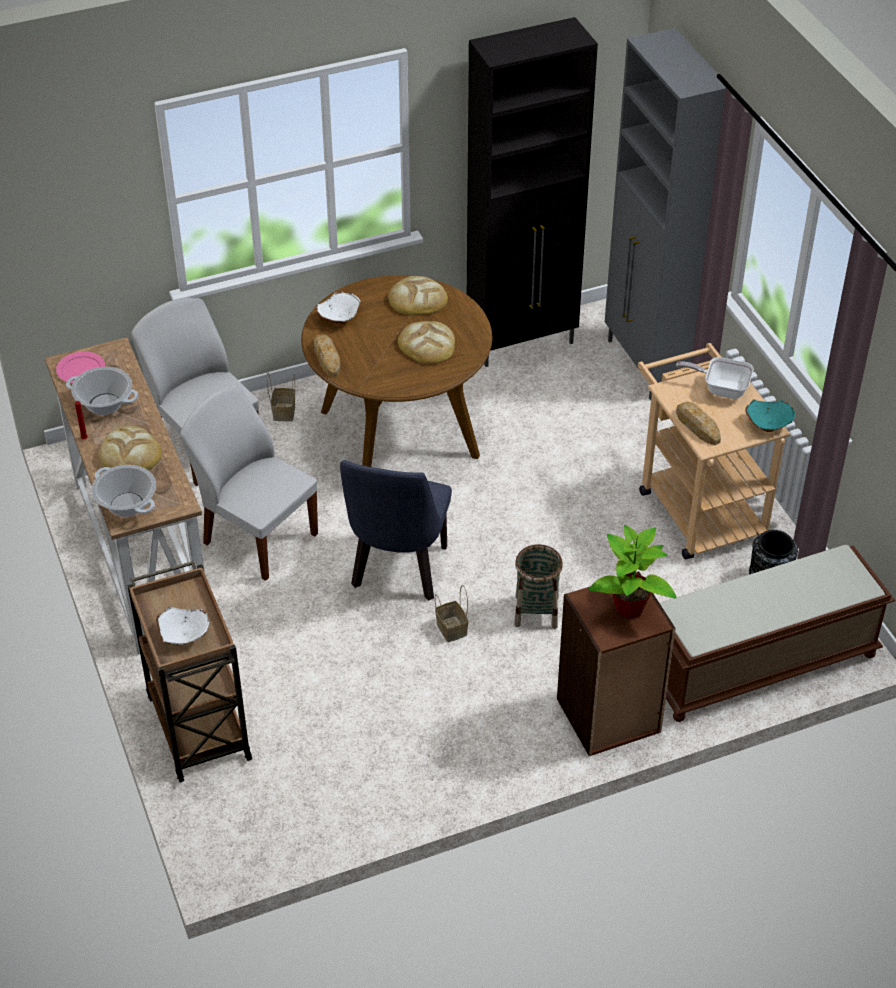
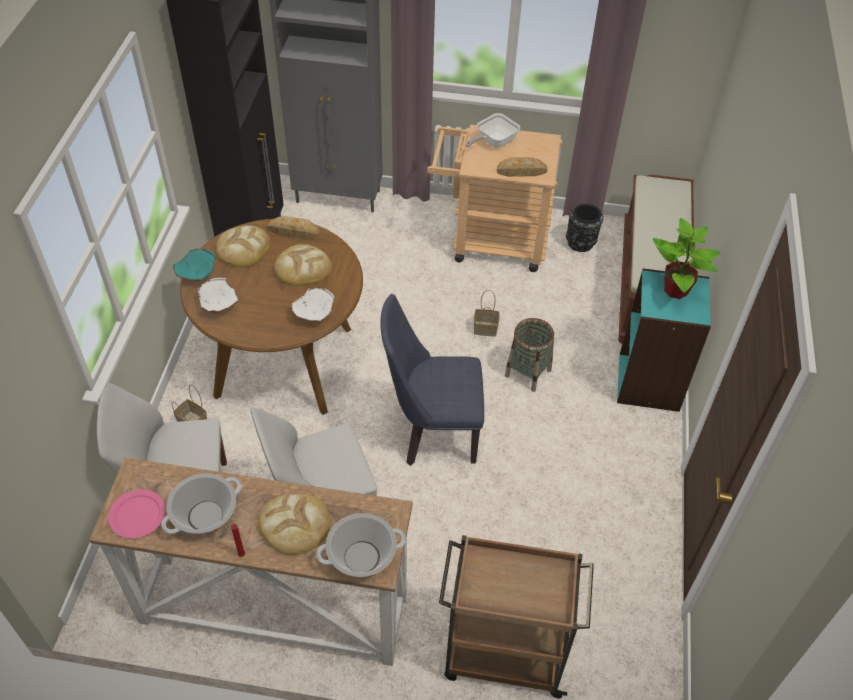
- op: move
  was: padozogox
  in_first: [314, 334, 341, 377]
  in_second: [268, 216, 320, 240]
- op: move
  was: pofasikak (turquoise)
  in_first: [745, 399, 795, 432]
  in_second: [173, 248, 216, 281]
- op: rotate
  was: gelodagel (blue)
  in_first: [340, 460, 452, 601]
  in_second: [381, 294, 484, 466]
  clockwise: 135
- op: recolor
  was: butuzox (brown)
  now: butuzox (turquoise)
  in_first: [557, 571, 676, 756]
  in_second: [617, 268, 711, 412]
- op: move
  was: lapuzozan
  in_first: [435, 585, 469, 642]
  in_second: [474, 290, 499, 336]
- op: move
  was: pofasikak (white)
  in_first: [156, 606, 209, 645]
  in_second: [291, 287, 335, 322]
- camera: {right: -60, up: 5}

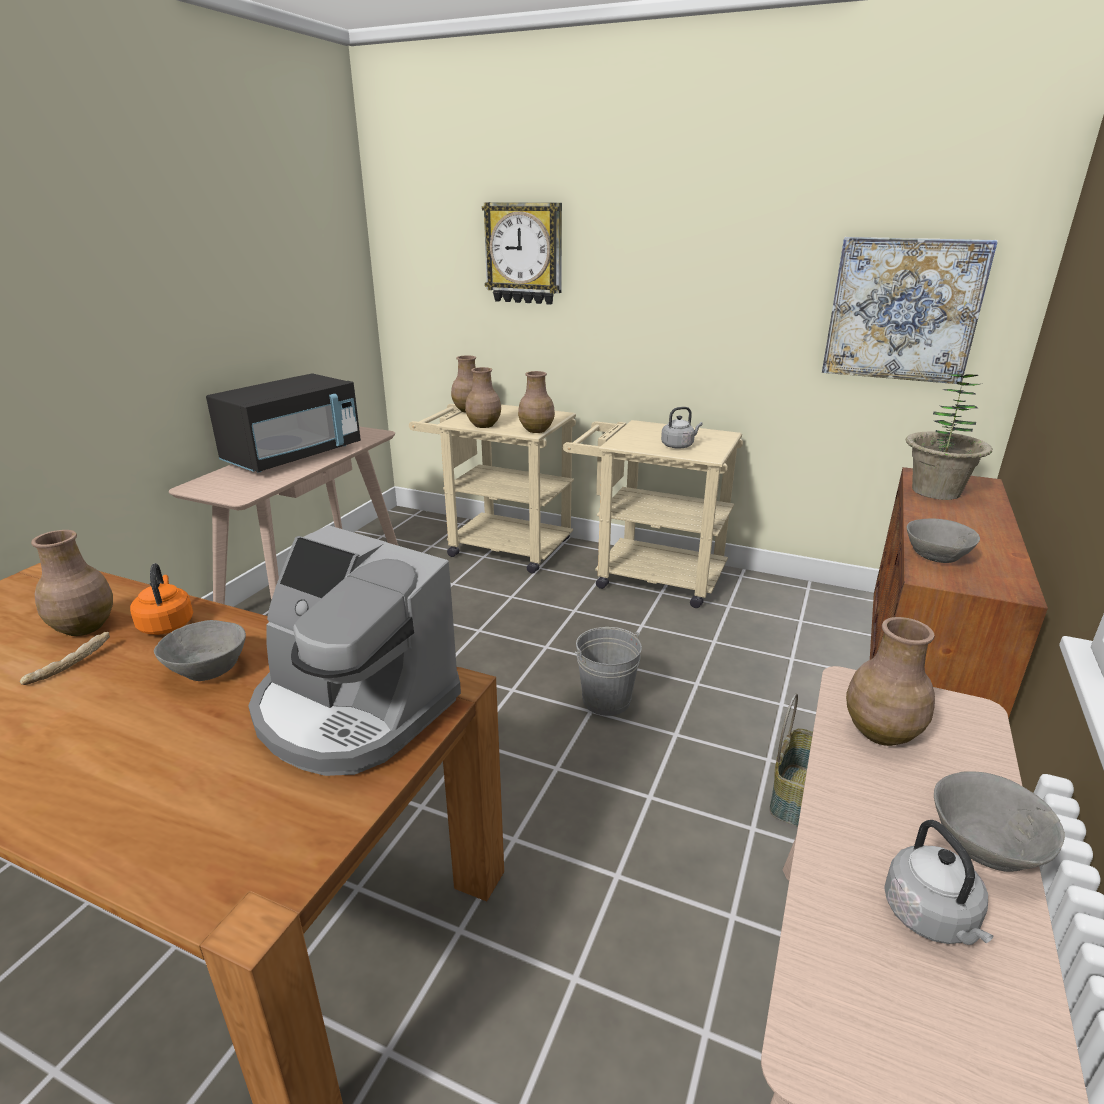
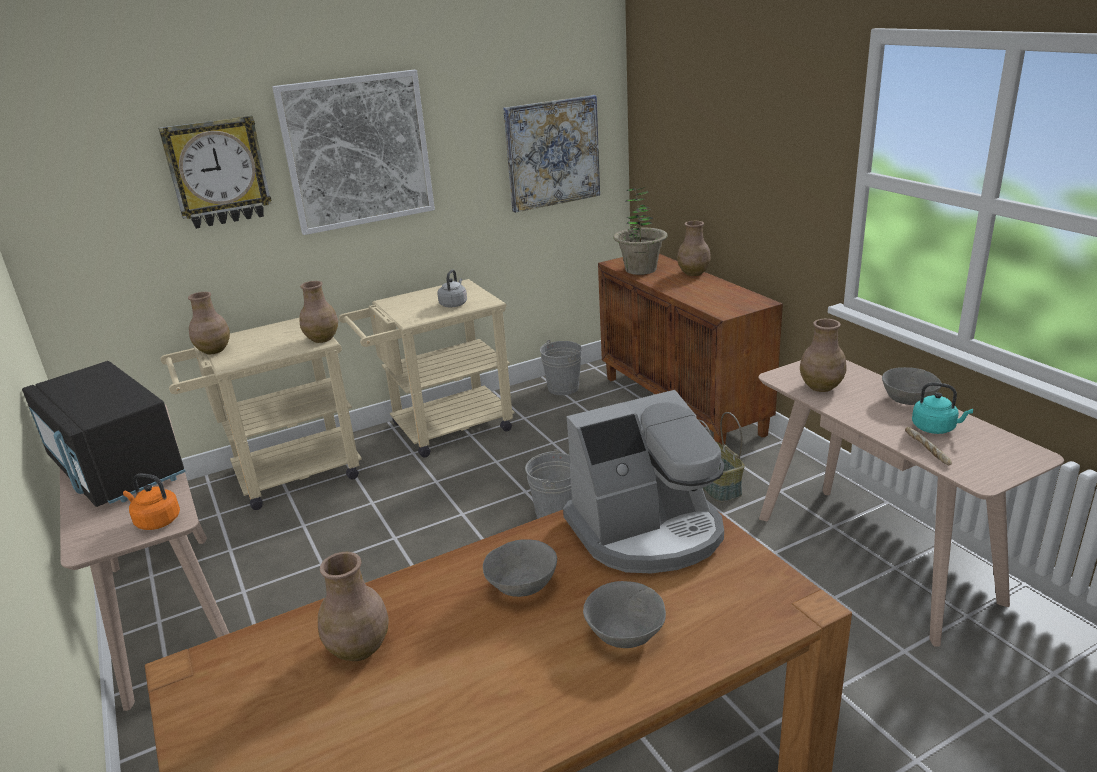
- op: move
  was: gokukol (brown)
  in_first: [465, 367, 501, 428]
  in_second: [677, 221, 711, 276]
- op: rotate
  was: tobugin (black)
  in_first: [206, 373, 361, 472]
  in_second: [22, 361, 186, 507]
  clockwise: 150
- op: move
  was: pofasikak (grey)
  in_first: [907, 519, 980, 563]
  in_second: [583, 581, 666, 648]
- op: move
  was: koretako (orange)
  in_first: [130, 563, 193, 635]
  in_second: [123, 474, 180, 530]
- op: move
  was: padozogox
  in_first: [19, 632, 110, 685]
  in_second: [905, 427, 952, 465]
- op: recolor
  was: koretako (grey)
  now: koretako (turquoise)
  in_first: [884, 820, 994, 945]
  in_second: [912, 382, 973, 434]
- op: insert
  now: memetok
  in_second: [272, 70, 435, 235]
- op: insert
  now: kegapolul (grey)
  in_second: [540, 340, 582, 395]
- camera: {right: -50, up: 0}

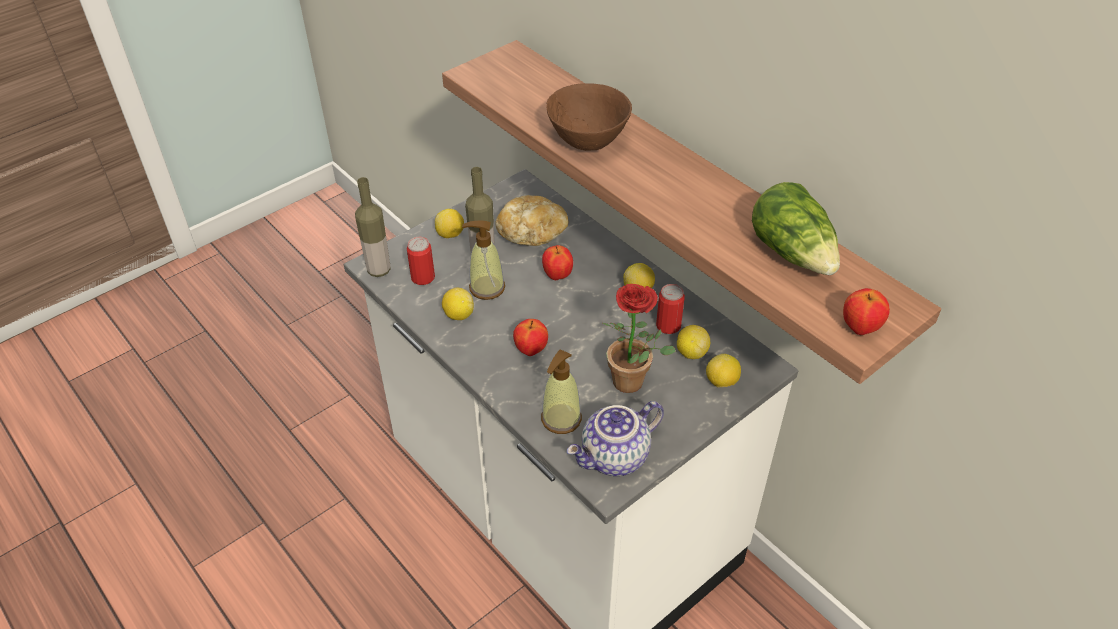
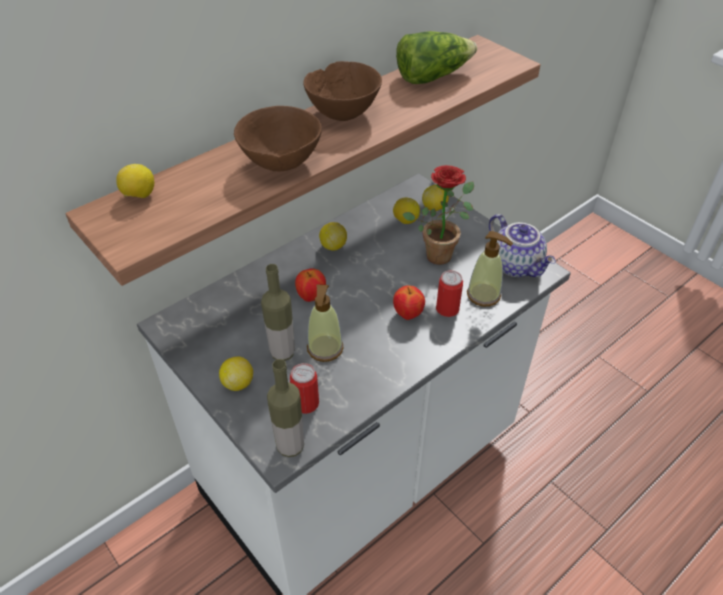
- op: delete
  was: padozogox
  in_first: [495, 195, 568, 246]
- op: move
  was: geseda
  in_first: [656, 284, 685, 334]
  in_second: [436, 270, 463, 317]
- op: move
  was: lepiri
  in_first: [442, 288, 474, 320]
  in_second: [116, 164, 154, 198]
- op: delete
  was: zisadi
  in_first: [843, 288, 890, 335]
- op: insert
  now: pofasikak (brown)
  in_second: [303, 61, 382, 121]
- camera: {right: -90, up: 0}

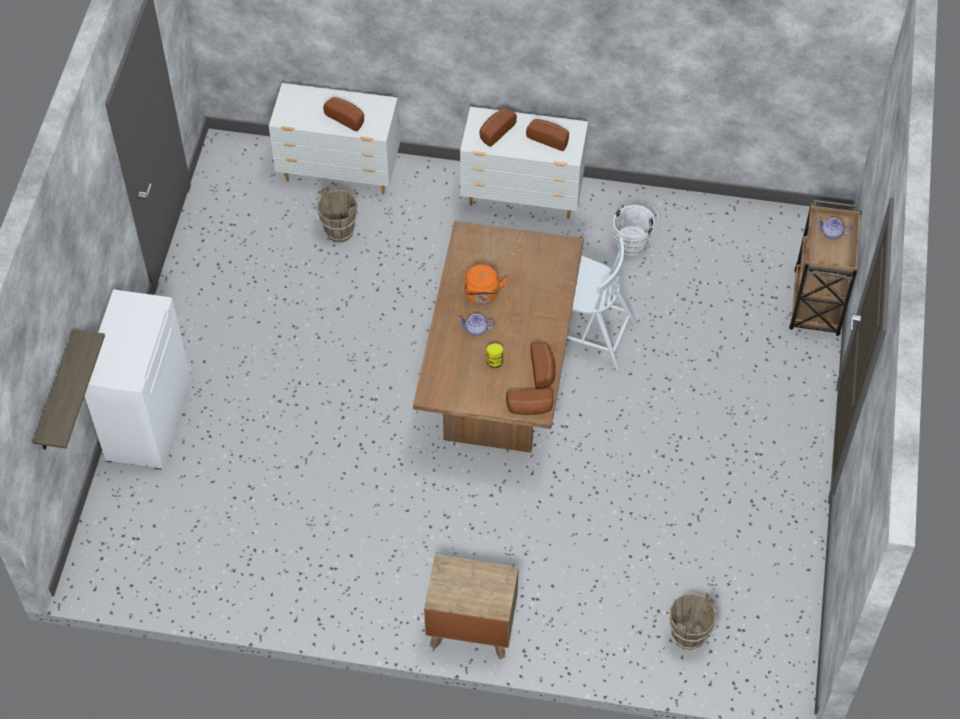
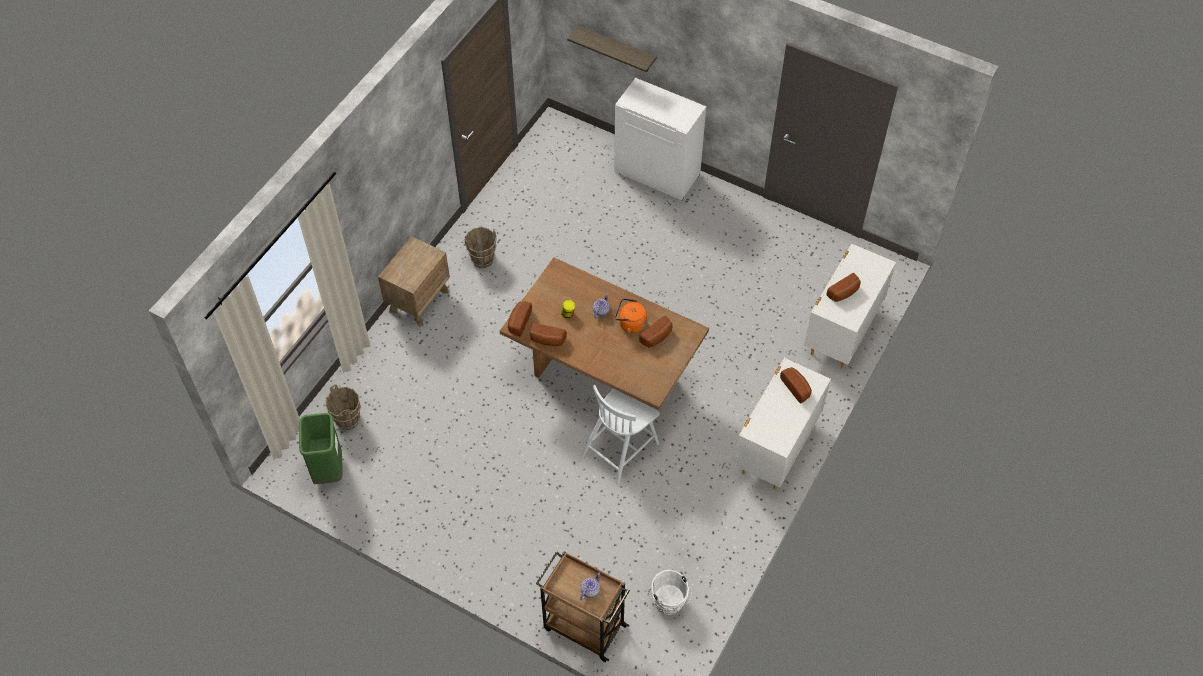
- op: move
  was: padozogox
  in_first: [526, 119, 569, 151]
  in_second: [639, 316, 672, 348]
- op: move
  was: kegapolul (brown)
  in_first: [317, 186, 358, 243]
  in_second: [465, 227, 497, 268]
- op: move
  was: kegapolul (white)
  in_first: [613, 201, 658, 257]
  in_second: [652, 570, 692, 615]
- op: insert
  now: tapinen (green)
  in_second: [299, 413, 343, 484]
- camera: {right: 110, up: 0}

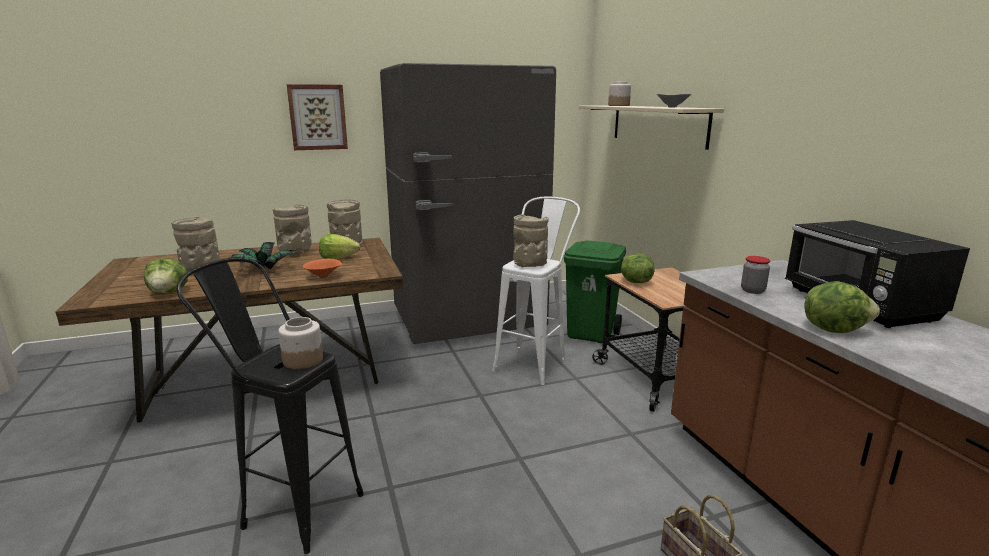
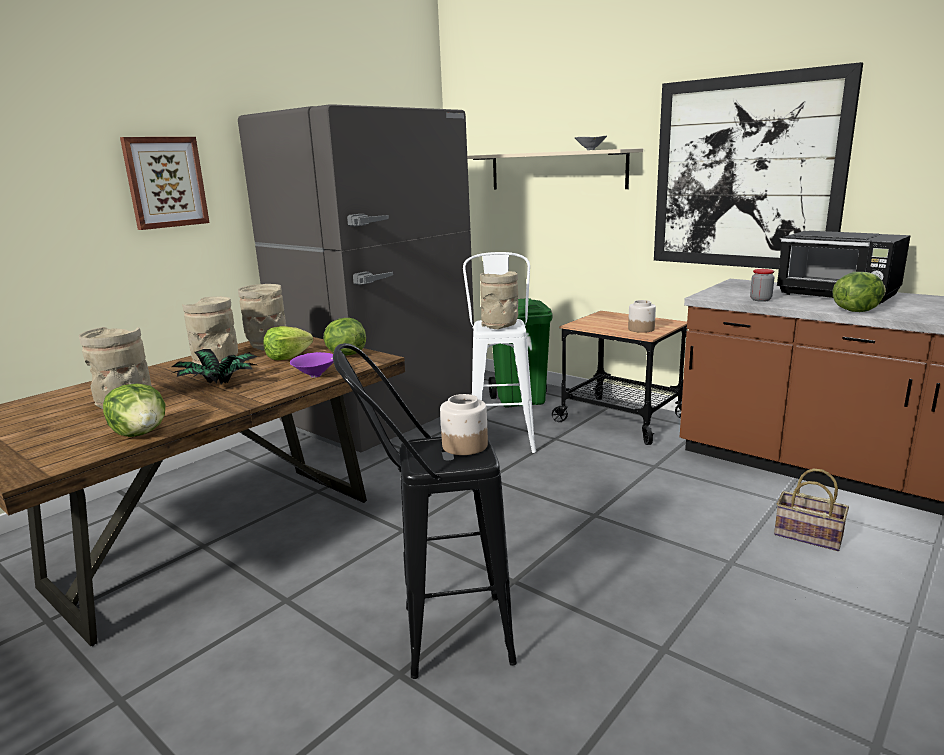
- op: move
  was: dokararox
  in_first: [608, 81, 631, 106]
  in_second: [628, 300, 656, 333]
- op: move
  was: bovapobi
  in_first: [621, 253, 655, 283]
  in_second: [323, 318, 366, 356]
- op: recolor
  was: pofasikak (orange)
  now: pofasikak (purple)
  in_first: [303, 259, 342, 278]
  in_second: [290, 352, 333, 378]
- op: insert
  now: memetok
  in_second: [654, 62, 863, 269]
- camera: {right: -30, up: 0}

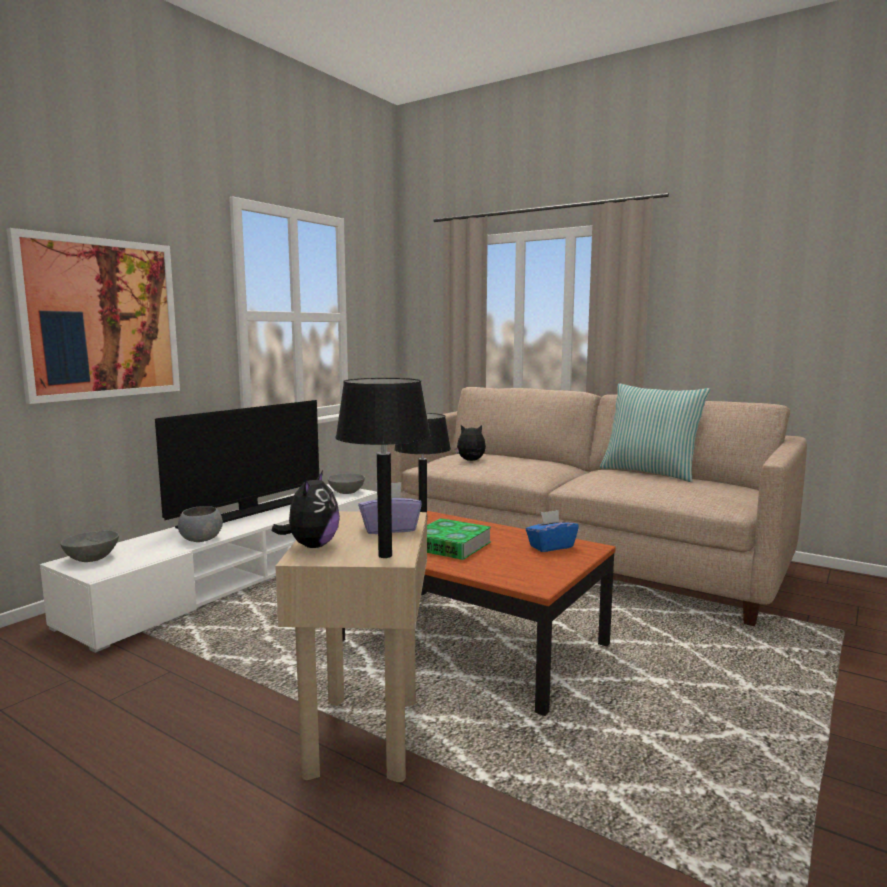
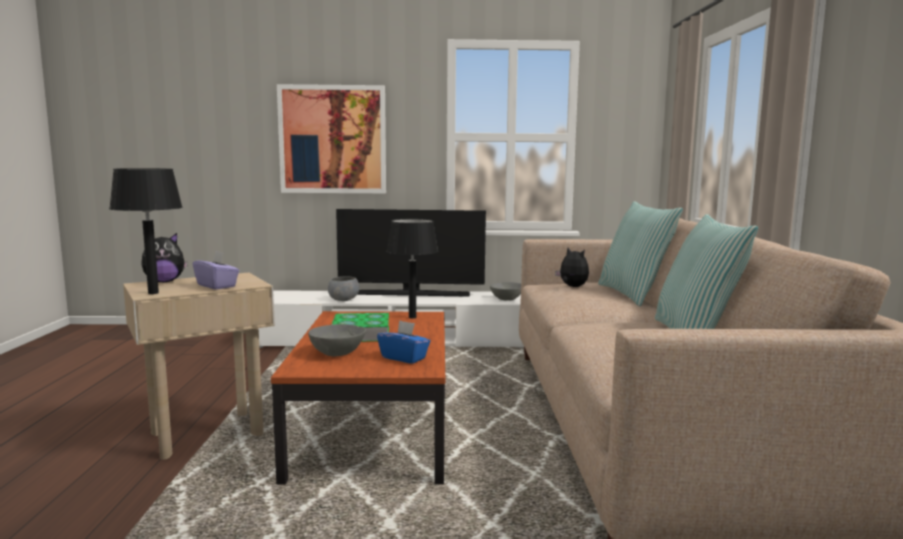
- op: move
  was: pofasikak (grey)
  in_first: [60, 530, 119, 562]
  in_second: [308, 324, 366, 356]
- op: insert
  now: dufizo
  in_second: [598, 201, 683, 306]
- camera: {right: 55, up: 0}

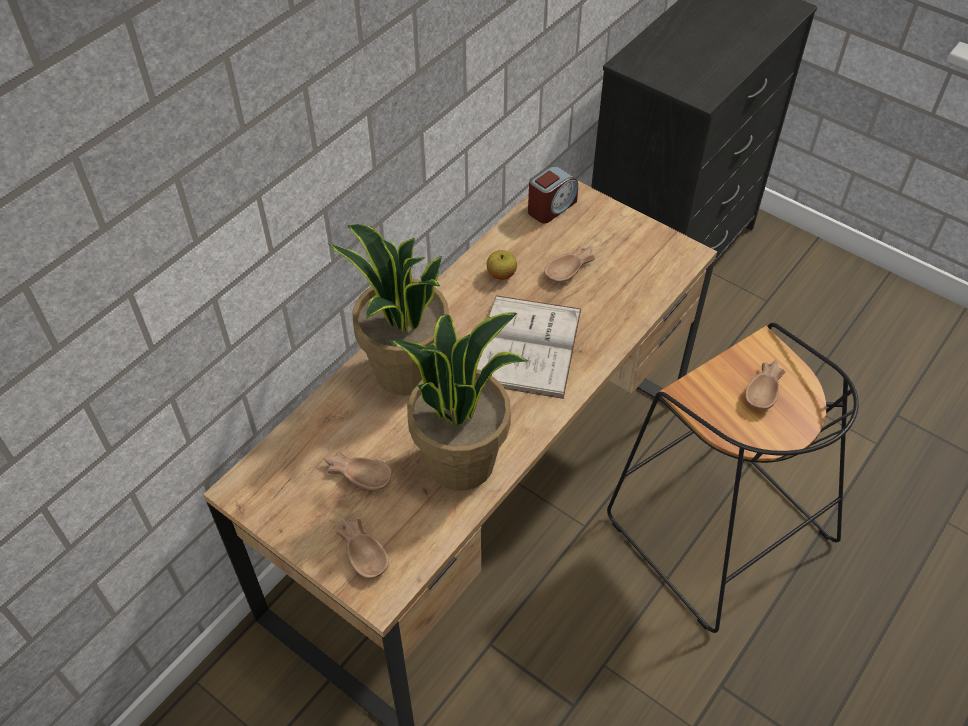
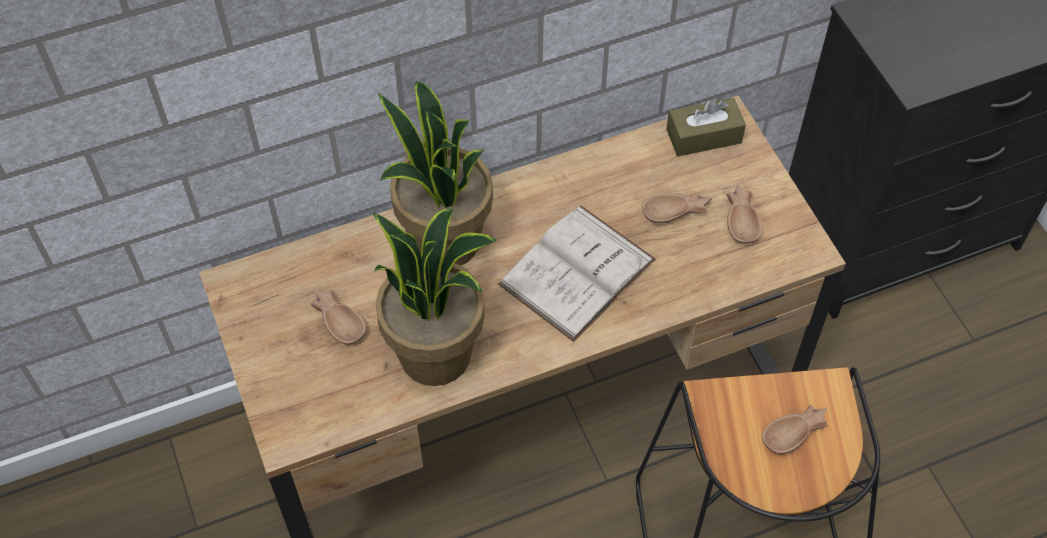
- op: replace
  was: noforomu
  now: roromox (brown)
  in_first: [528, 165, 578, 224]
  in_second: [666, 98, 746, 156]
- op: delete
  was: zisadi
  in_first: [487, 250, 517, 280]
- op: move
  was: pofasikak (brown)
  in_first: [336, 517, 389, 579]
  in_second: [727, 184, 762, 244]
- camera: {right: 30, up: 5}

